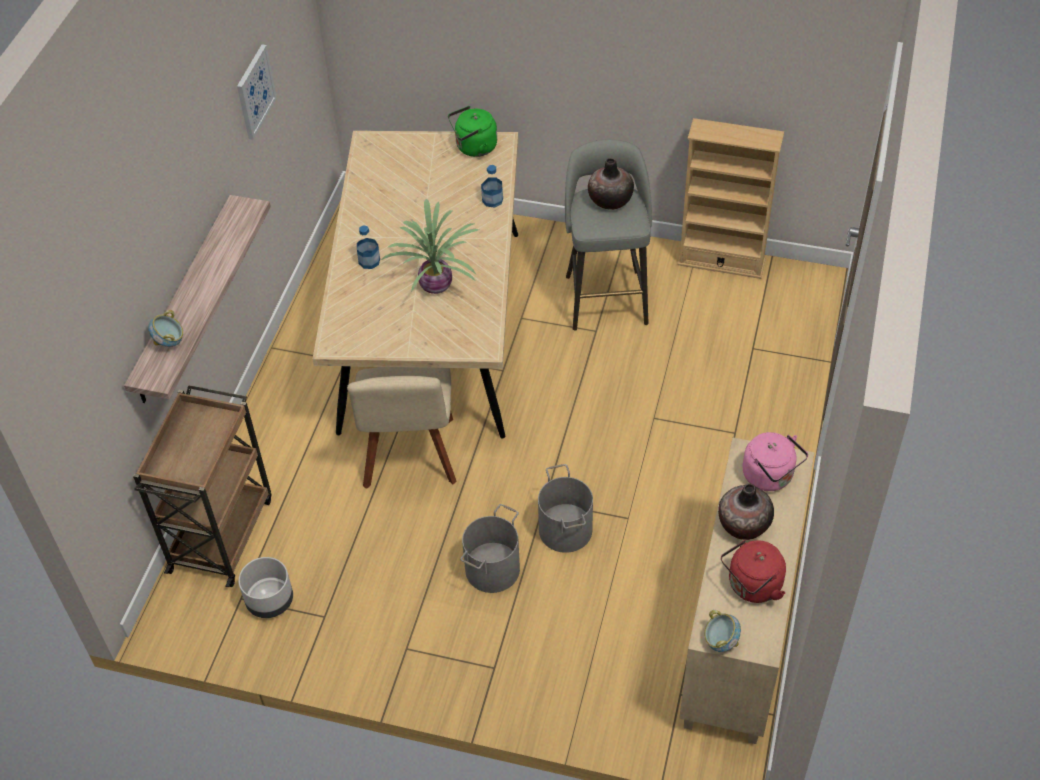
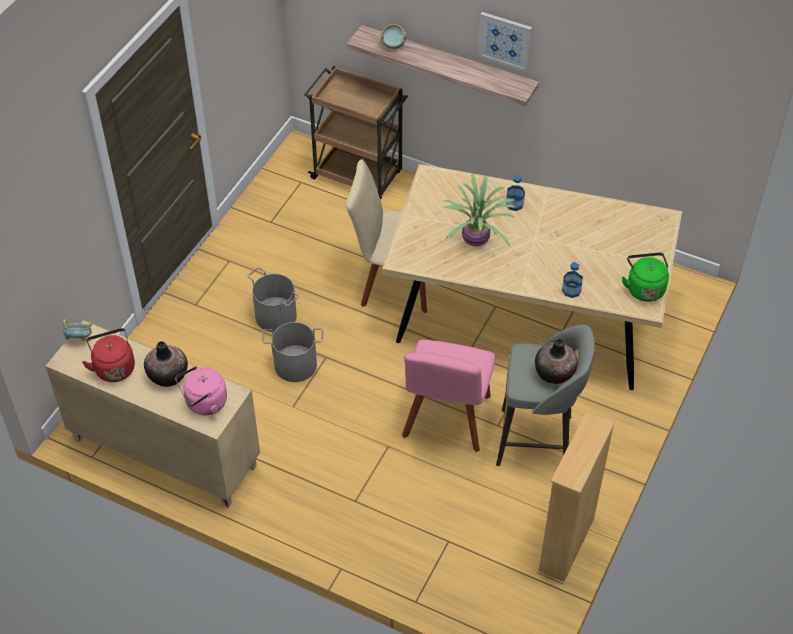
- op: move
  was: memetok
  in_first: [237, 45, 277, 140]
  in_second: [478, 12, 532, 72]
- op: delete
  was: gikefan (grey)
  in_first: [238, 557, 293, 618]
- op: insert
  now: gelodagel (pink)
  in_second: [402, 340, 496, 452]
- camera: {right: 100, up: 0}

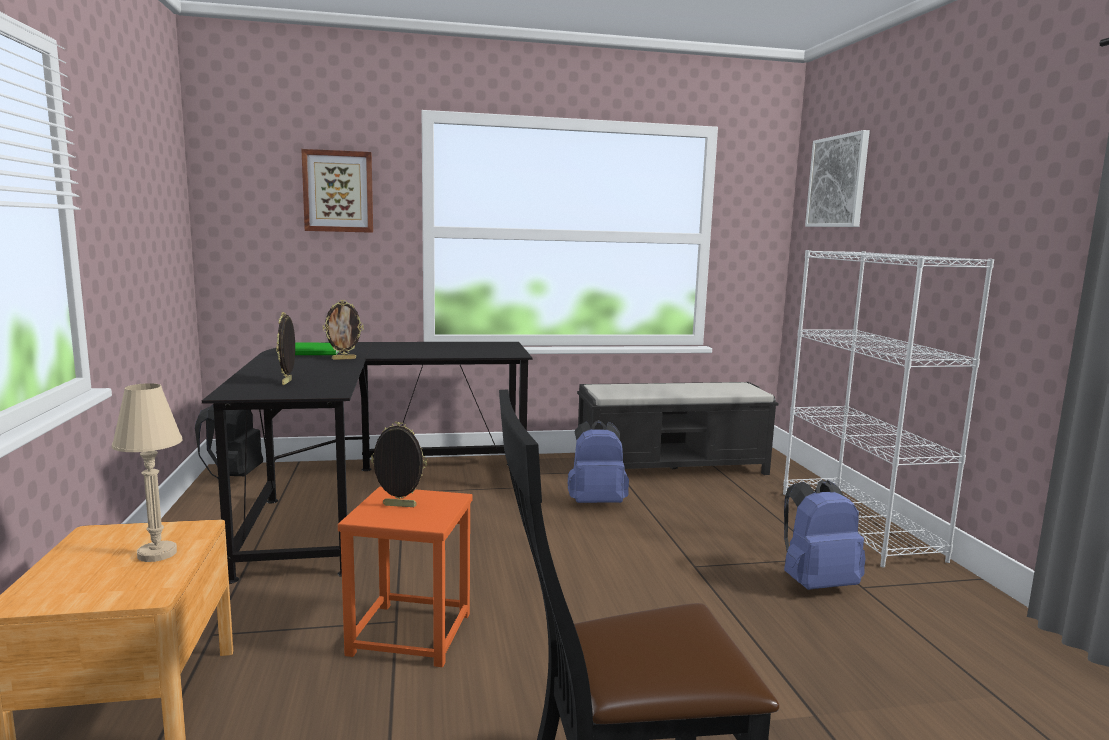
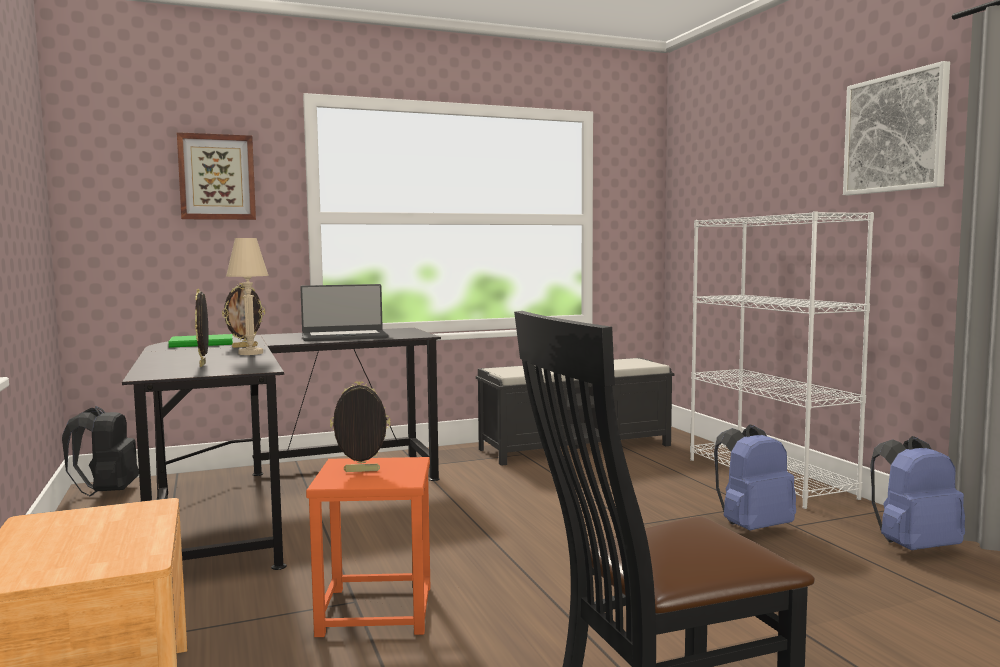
- op: move
  was: memetok
  in_first: [805, 130, 870, 227]
  in_second: [843, 61, 950, 195]
- op: move
  was: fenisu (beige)
  in_first: [112, 383, 183, 562]
  in_second: [226, 238, 269, 355]
- op: move
  was: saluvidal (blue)
  in_first: [568, 420, 629, 503]
  in_second: [870, 436, 965, 550]
- op: insert
  now: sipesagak
  in_second: [300, 284, 389, 341]
- camera: {right: -10, up: -5}

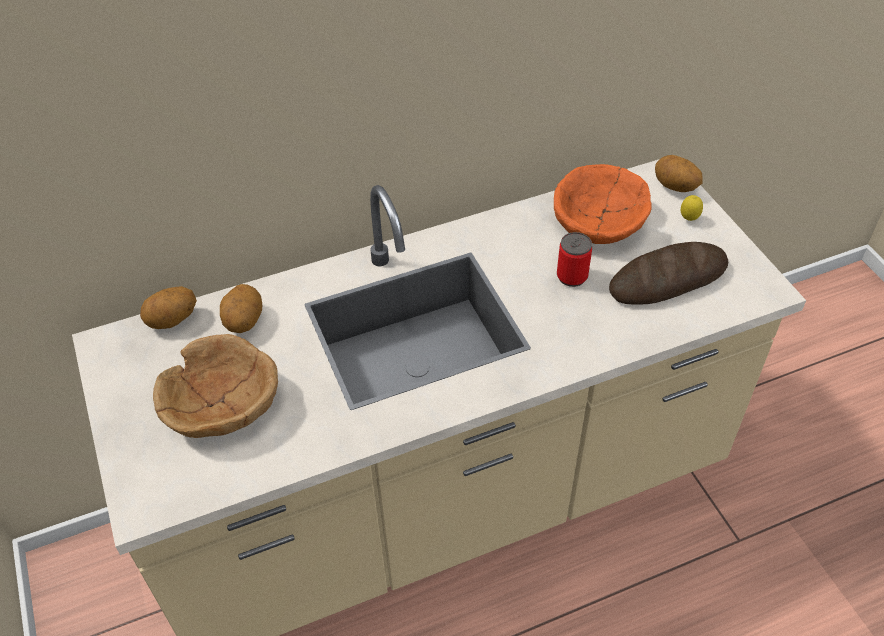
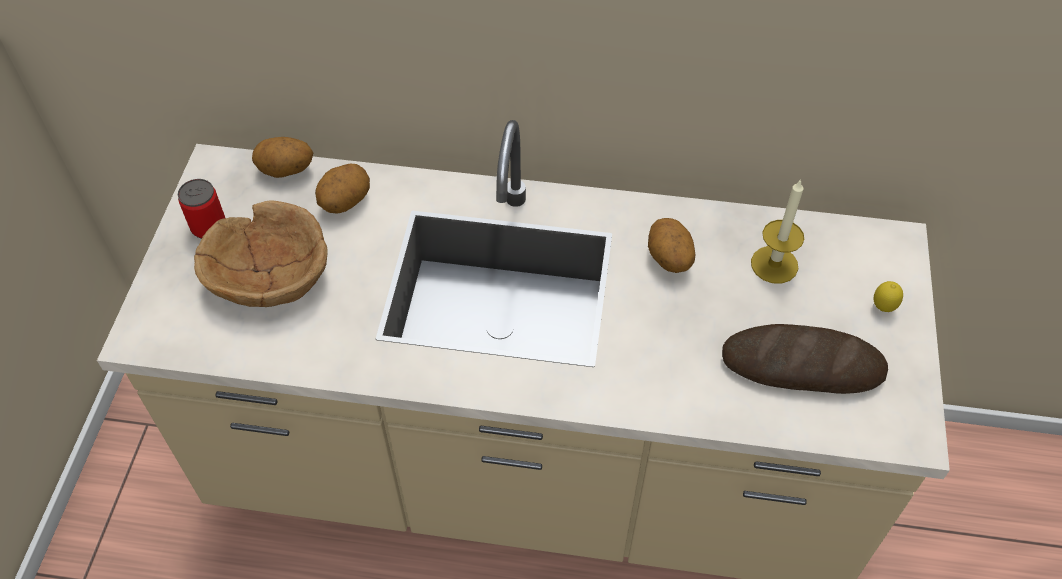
- op: move
  was: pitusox
  in_first: [655, 155, 703, 192]
  in_second: [648, 218, 696, 273]
- op: replace
  was: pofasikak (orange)
  now: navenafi
  in_first: [554, 164, 652, 244]
  in_second: [751, 179, 804, 284]
- op: move
  was: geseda
  in_first: [557, 232, 592, 287]
  in_second: [178, 179, 225, 239]
- camera: {right: 30, up: 5}

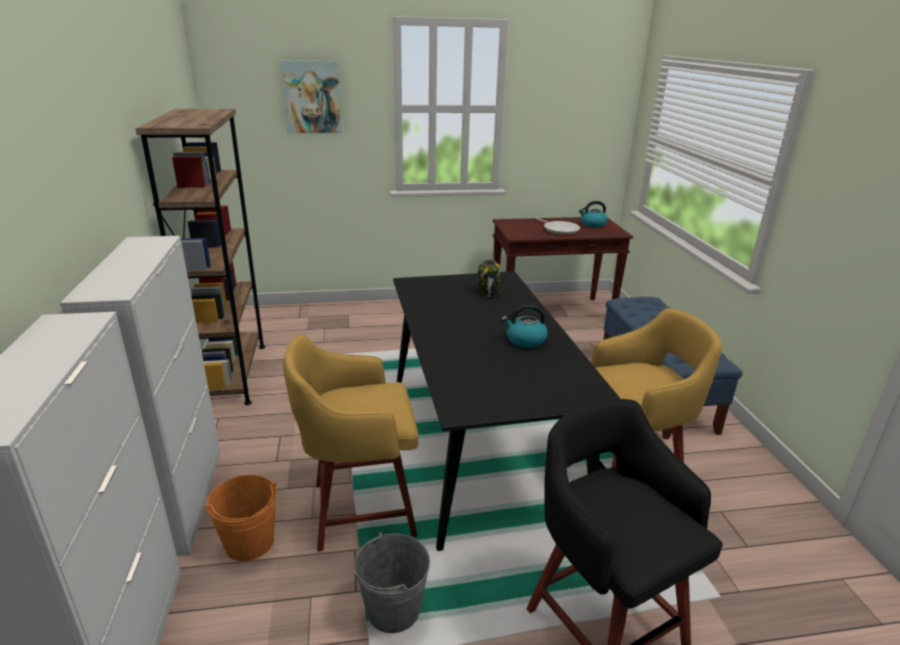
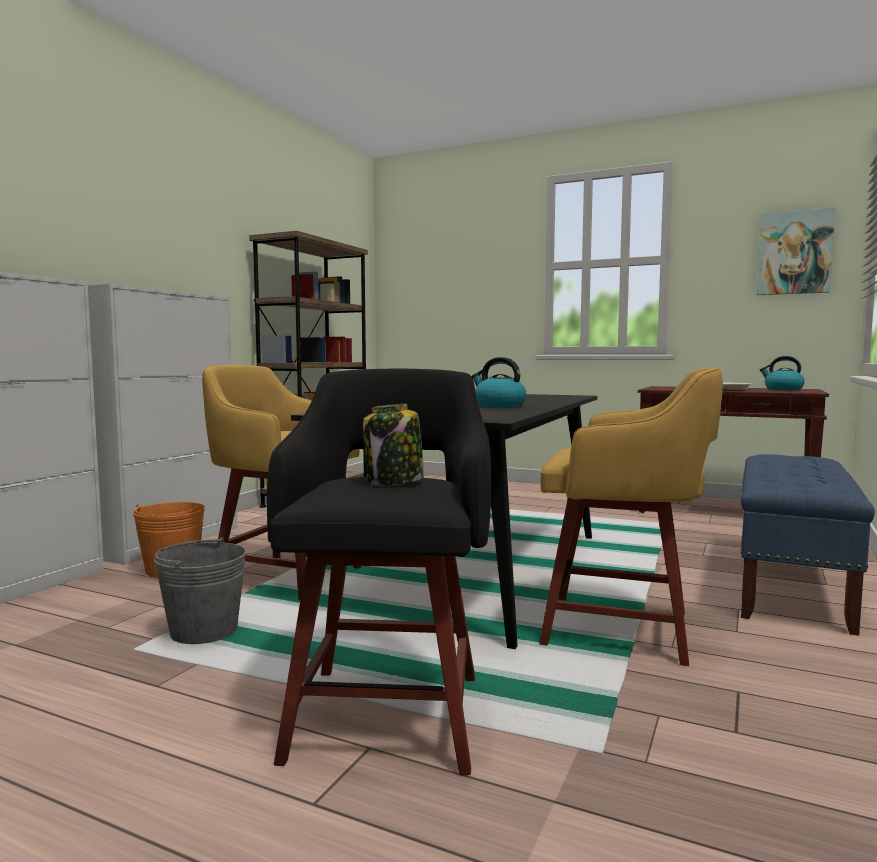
- op: move
  was: memetok
  in_first: [280, 60, 342, 133]
  in_second: [757, 207, 835, 295]
- op: move
  was: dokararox
  in_first: [478, 260, 500, 297]
  in_second: [363, 404, 424, 486]
- camera: {right: 35, up: -20}

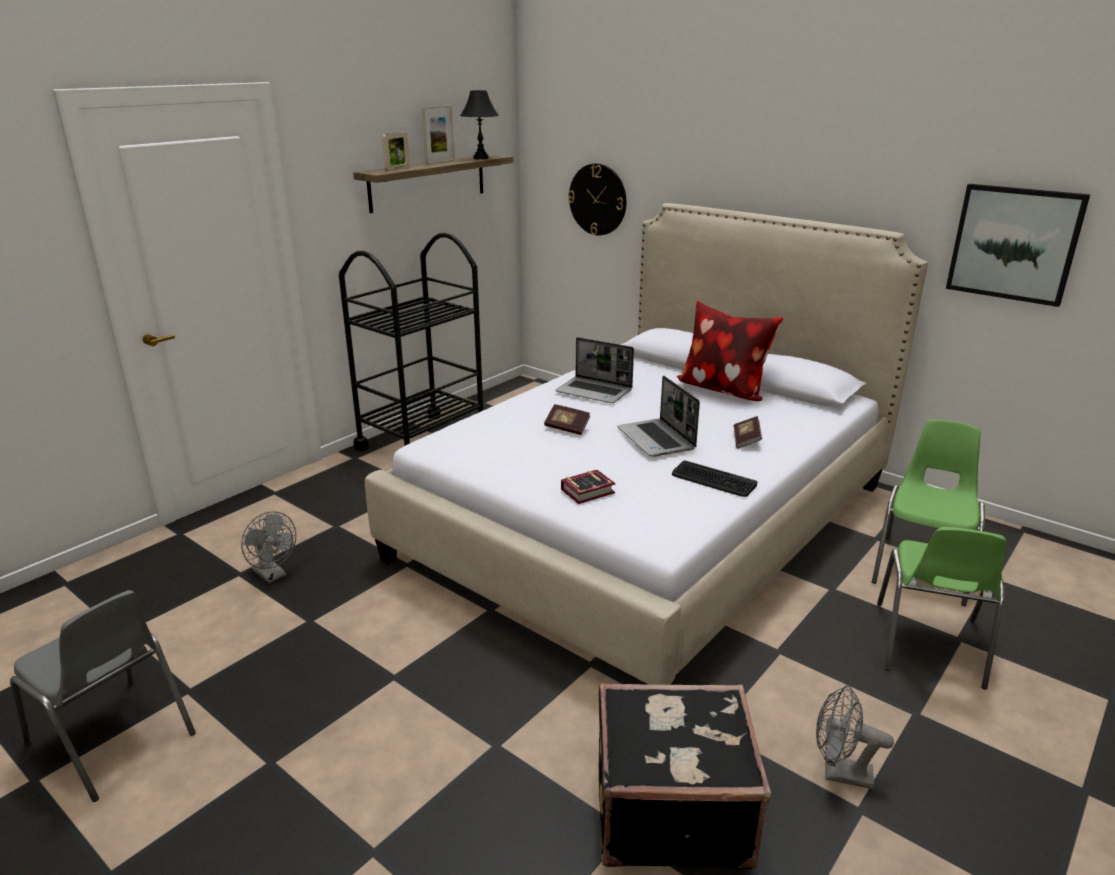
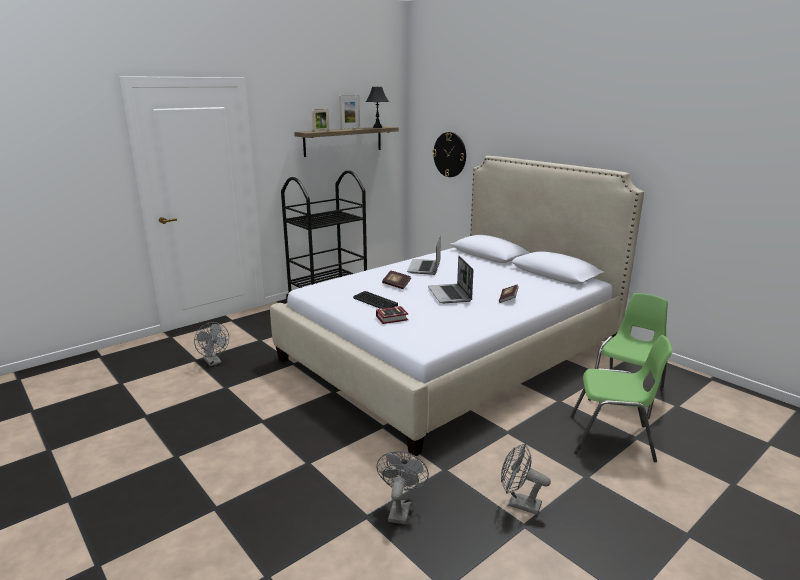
- op: delete
  was: memetok
  in_first: [946, 184, 1090, 307]
- op: delete
  was: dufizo
  in_first: [677, 301, 783, 401]
- op: rotate
  was: sipesagak
  in_first: [555, 337, 634, 403]
  in_second: [407, 235, 441, 275]
  clockwise: 60
- op: move
  was: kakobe
  in_first: [672, 460, 757, 497]
  in_second: [353, 291, 398, 309]
- op: rotate
  was: gelodagel (green)
  in_first: [877, 527, 1006, 690]
  in_second: [570, 335, 673, 462]
  clockwise: -105
- op: delete
  was: gelodagel (grey)
  in_first: [10, 590, 196, 802]
- op: replace
  was: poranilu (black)
  now: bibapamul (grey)
  in_first: [598, 683, 771, 869]
  in_second: [376, 451, 429, 524]
- camera: {right: 10, up: -5}

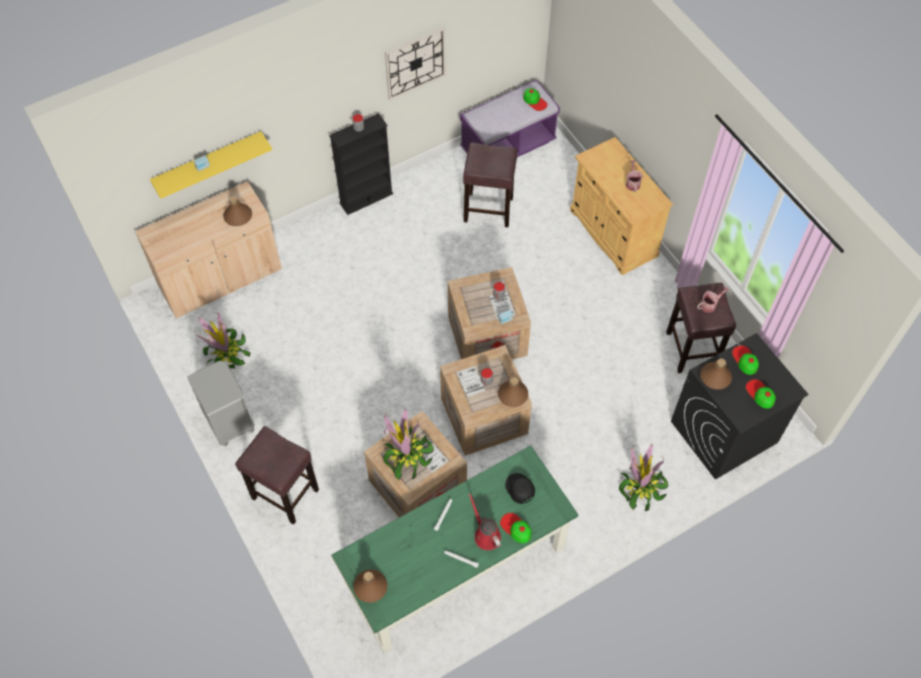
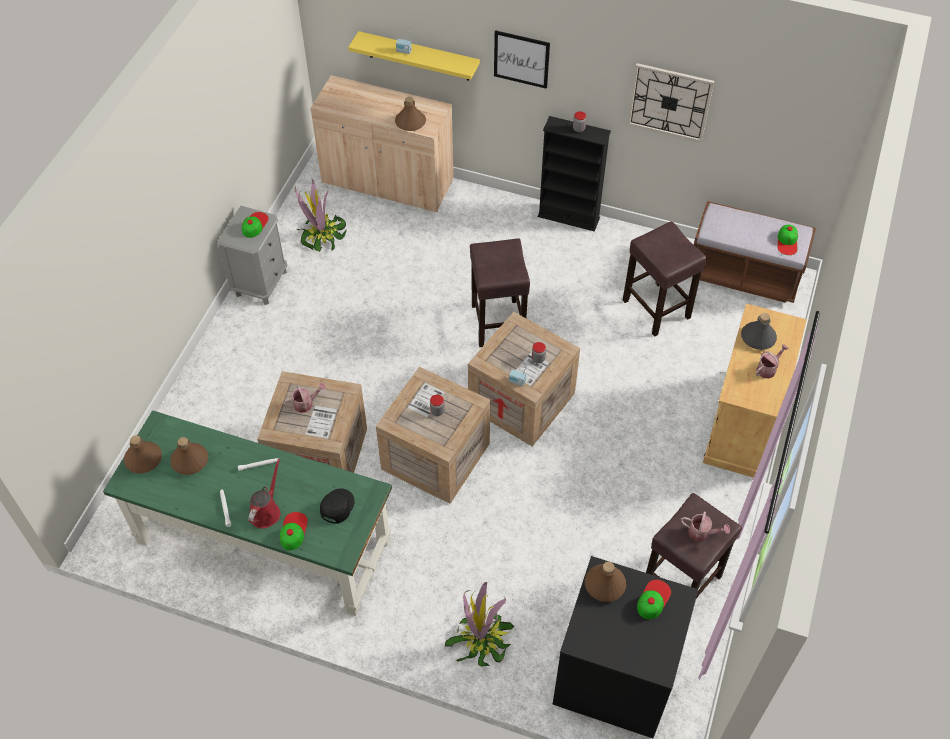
- op: recolor
  was: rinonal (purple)
  now: rinonal (brown)
  in_first: [460, 80, 560, 157]
  in_second: [694, 201, 816, 303]
- op: move
  was: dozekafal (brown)
  in_first: [498, 377, 528, 407]
  in_second: [170, 437, 208, 475]
- op: move
  was: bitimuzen
  in_first: [746, 379, 776, 409]
  in_second: [242, 212, 269, 238]
- op: replace
  was: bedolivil
  now: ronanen
  in_first: [383, 408, 434, 480]
  in_second: [284, 383, 326, 413]
- op: move
  was: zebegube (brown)
  in_first: [235, 426, 319, 525]
  in_second: [470, 239, 530, 347]
- op: insert
  now: memetok
  in_second: [494, 30, 550, 89]
- op: insert
  now: dozekafal (grey)
  in_second: [741, 313, 777, 350]
- camera: {right: 50, up: -5}

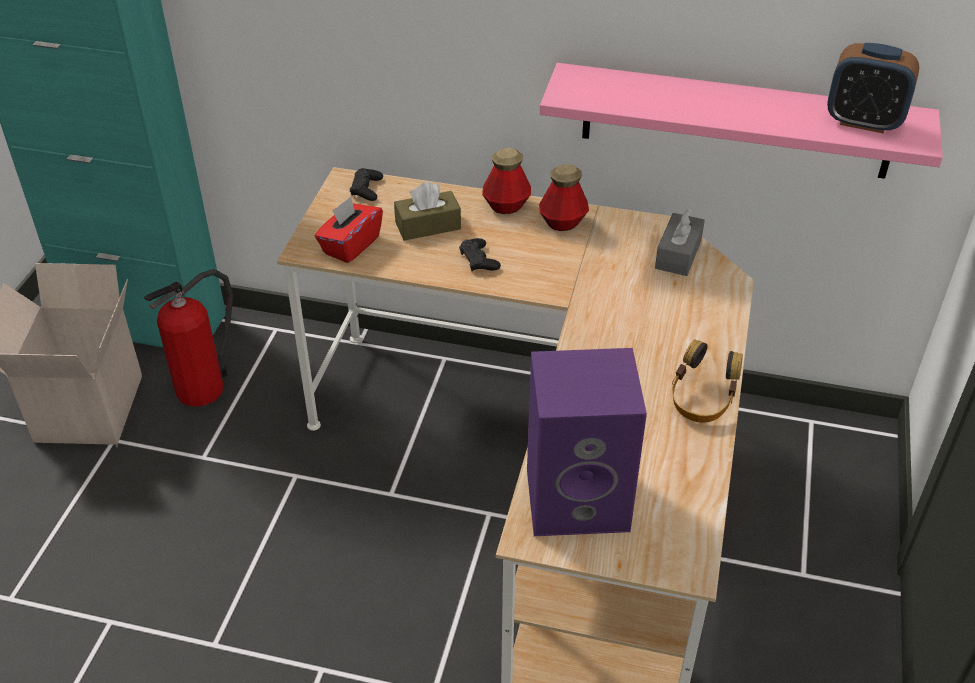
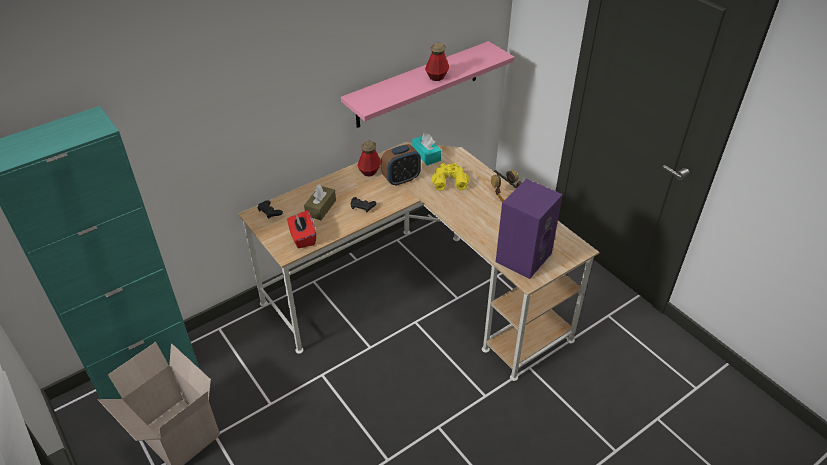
- op: move
  was: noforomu
  in_first: [827, 43, 919, 134]
  in_second: [381, 144, 421, 186]
- op: move
  was: dozekafal
  in_first: [482, 148, 531, 214]
  in_second: [425, 42, 449, 81]
- op: recolor
  was: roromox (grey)
  now: roromox (turquoise)
  in_first: [655, 209, 705, 276]
  in_second: [412, 133, 441, 166]
- op: delete
  was: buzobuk
  in_first: [144, 269, 233, 407]
- op: insert
  now: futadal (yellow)
  in_second: [431, 163, 470, 191]
- camera: {right: -50, up: 0}

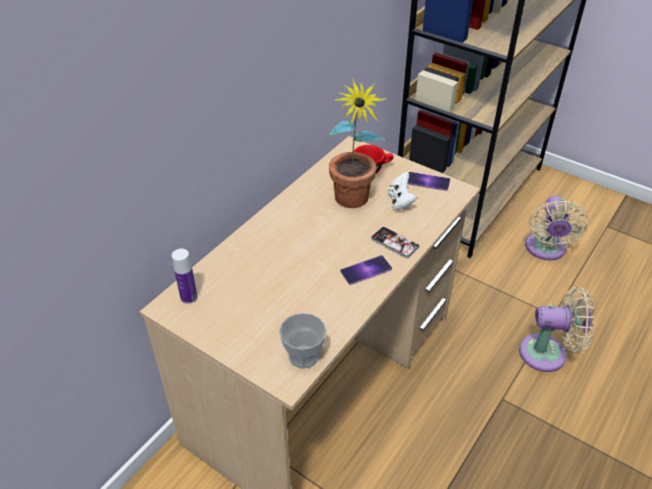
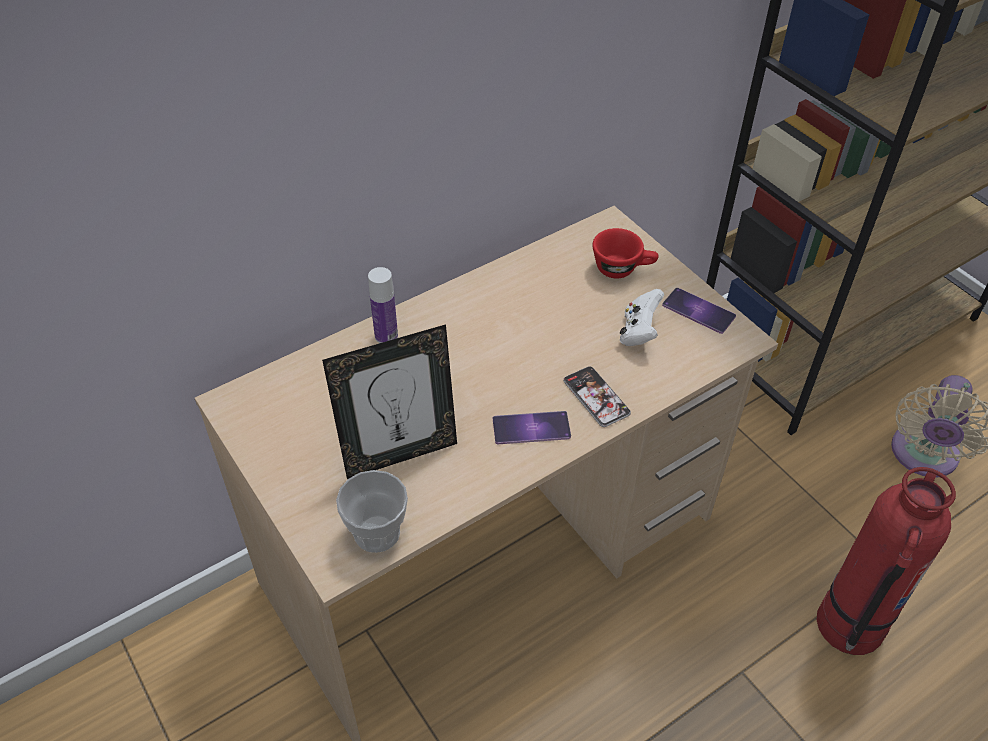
- op: delete
  was: bedolivil
  in_first: [327, 78, 387, 208]
- op: move
  was: dozekafal
  in_first: [172, 249, 197, 304]
  in_second: [368, 267, 398, 343]
- op: replace
  was: bibapamul (beige)
  now: buzobuk
  in_first: [519, 287, 595, 372]
  in_second: [817, 467, 956, 655]
- op: insert
  now: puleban
  in_second: [322, 324, 457, 479]
- camera: {right: 20, up: 5}

